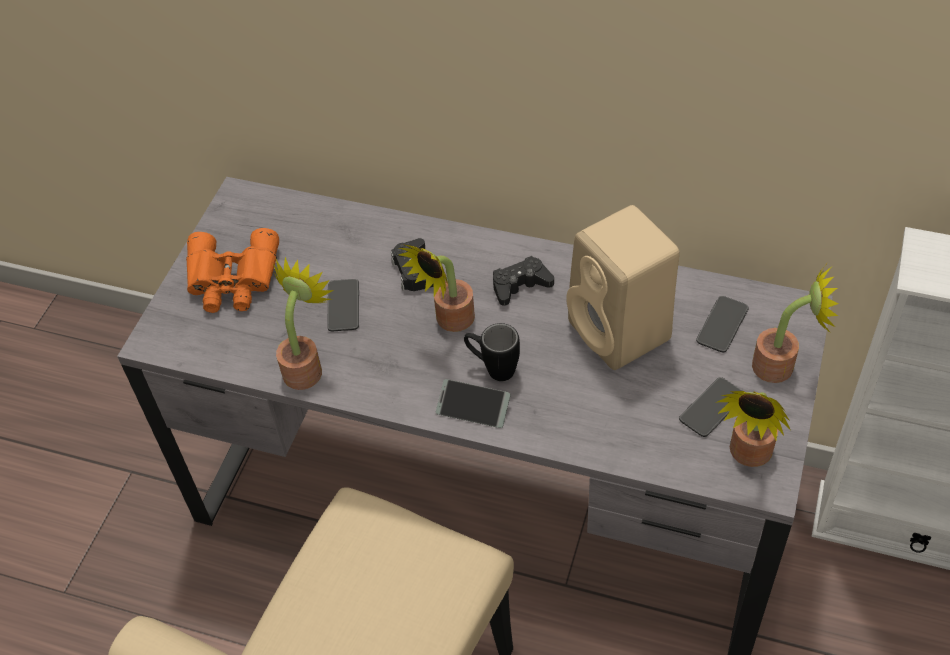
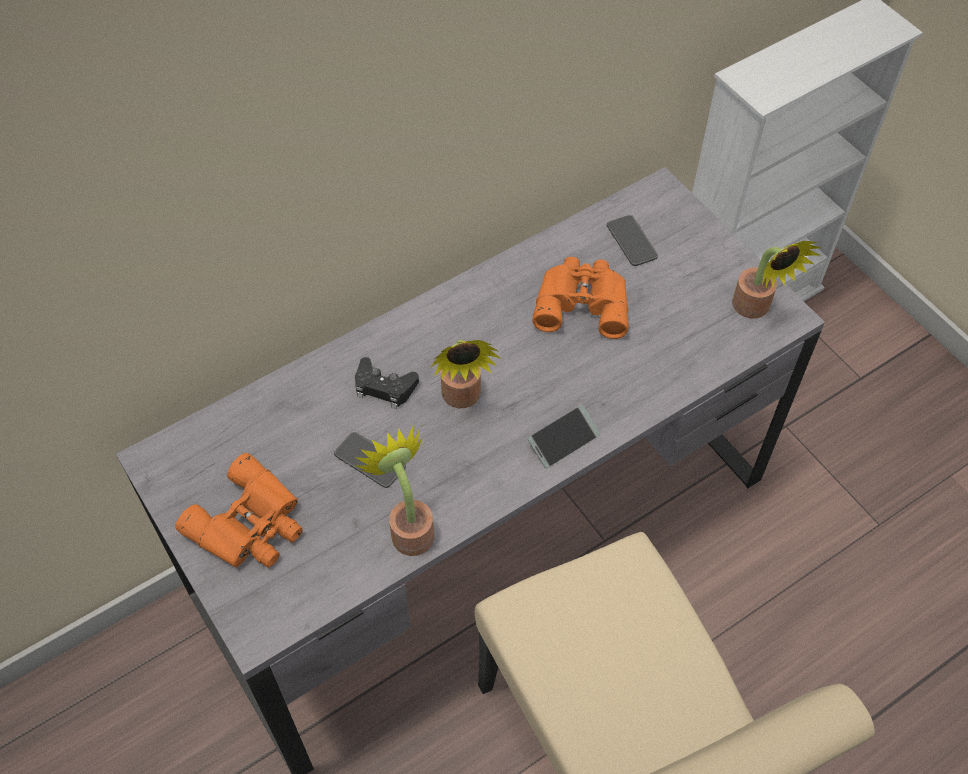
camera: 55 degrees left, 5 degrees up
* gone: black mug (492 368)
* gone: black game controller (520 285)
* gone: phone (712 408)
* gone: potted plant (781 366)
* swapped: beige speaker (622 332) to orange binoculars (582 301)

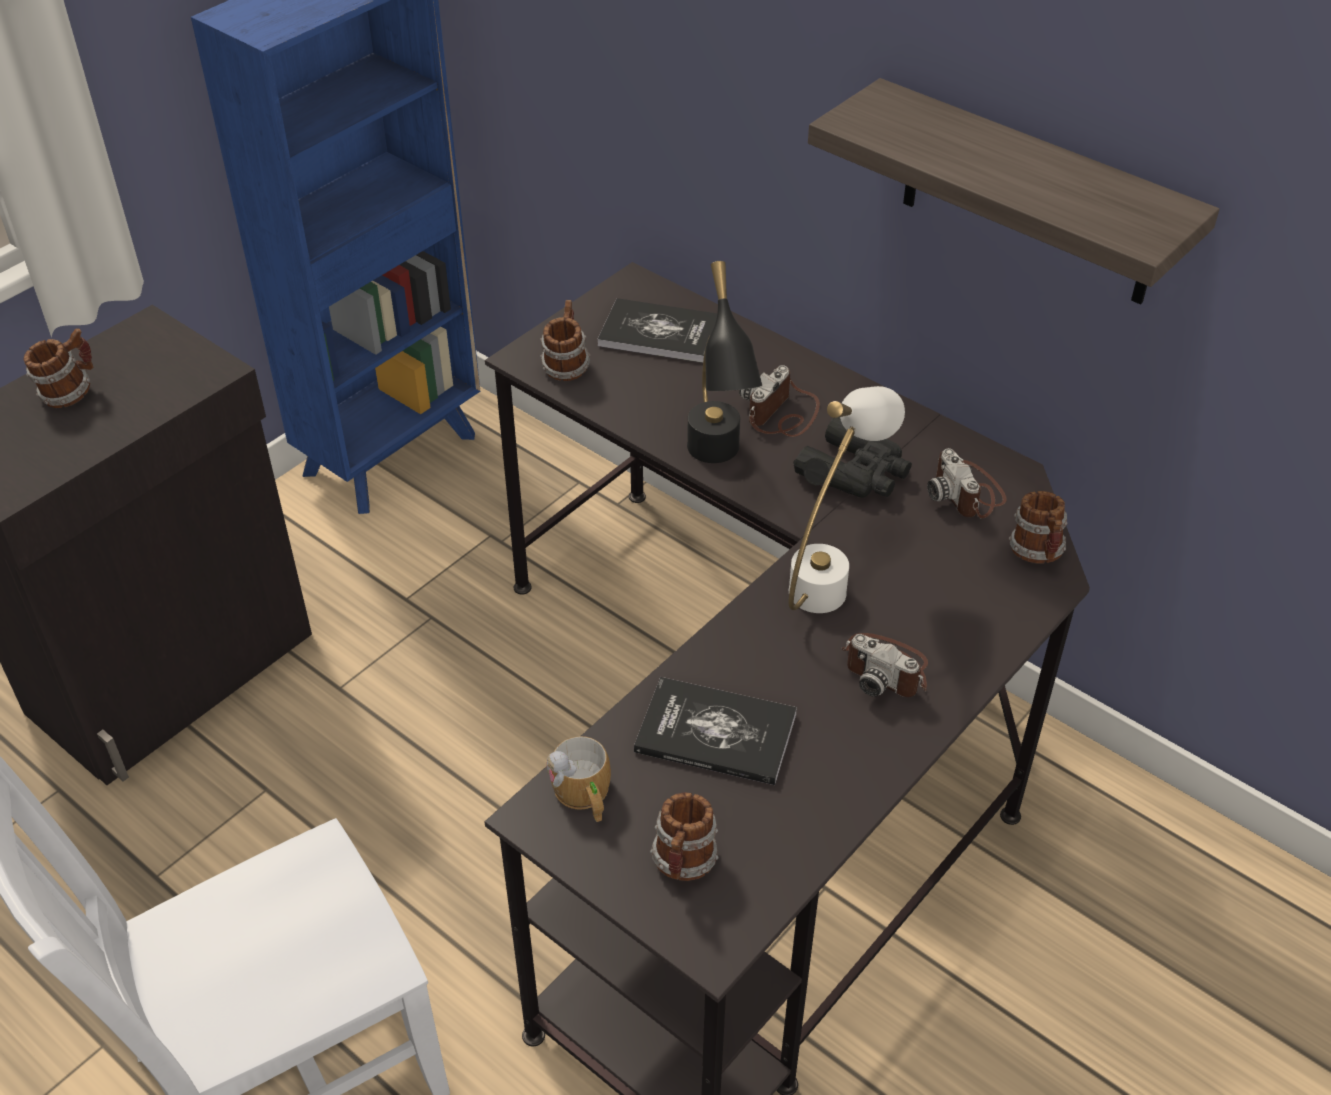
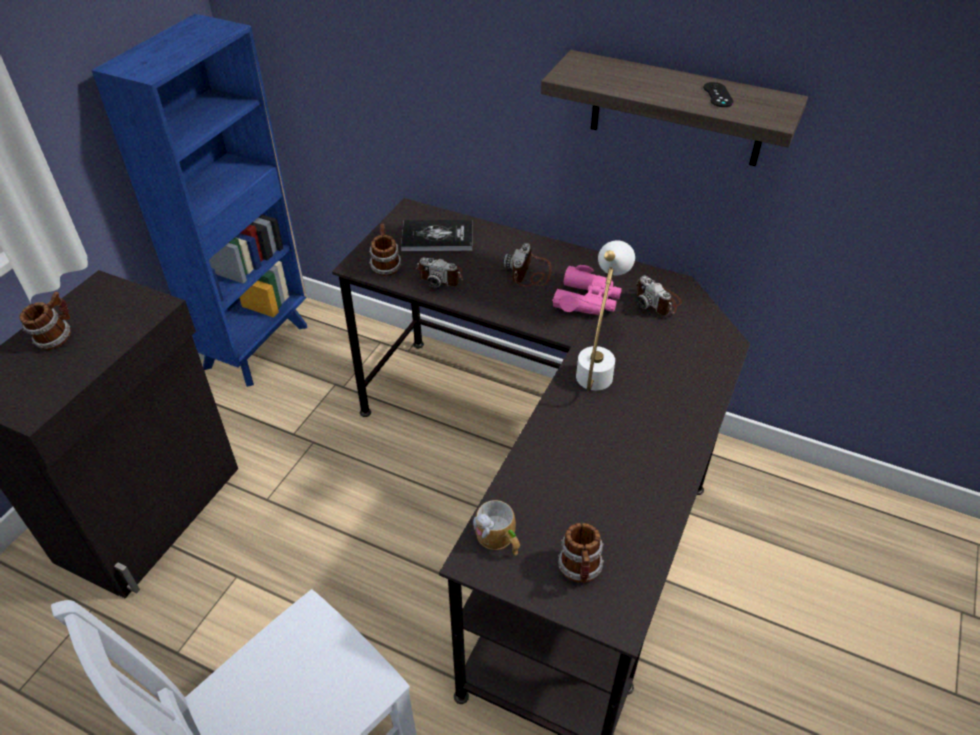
camera: 15 degrees left, 0 degrees up
* gone: book (715 733)
* gone: black table lamp (717 463)
* gone: mug (1037 553)
* new: black game controller (718 95)
* shifted: photo camera (886 669) to (441 276)
* repainted: black binoculars (855 471) to pink binoculars (587 300)

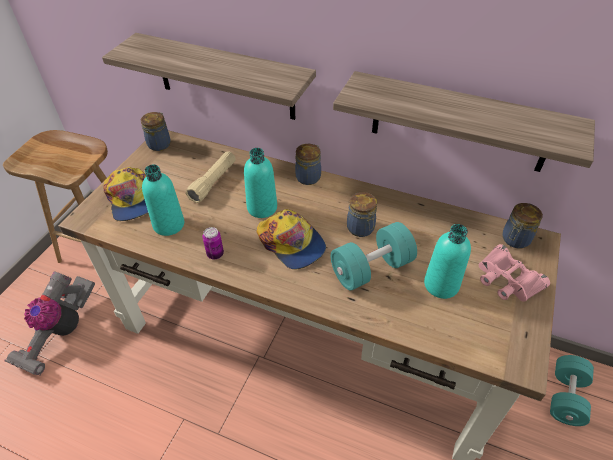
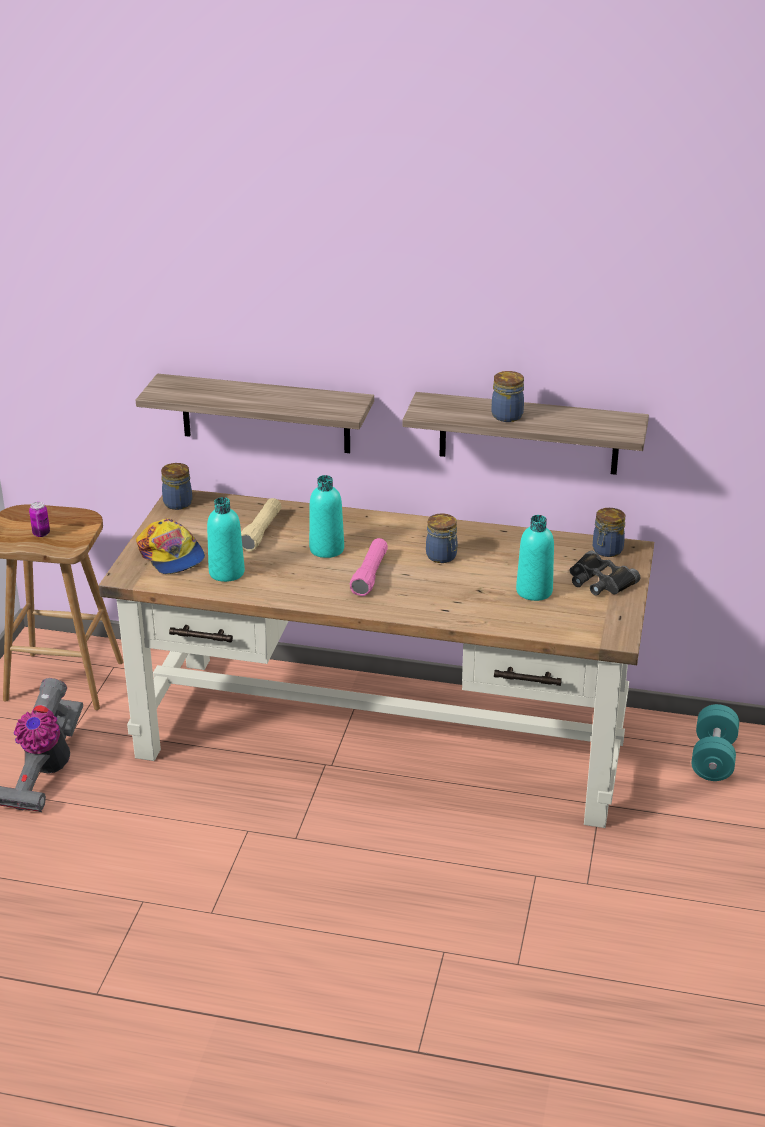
camera: 10 degrees left, 15 degrees down
* gone: turquoise dumbbell (371 268)
* shifted: can (215 254) to (41 533)
* shifted: jar (309 177) to (508 415)
* swapped: cap (291 243) to pink flashlight (370 575)
* repainted: pink binoculars (507 279) to black binoculars (599 581)

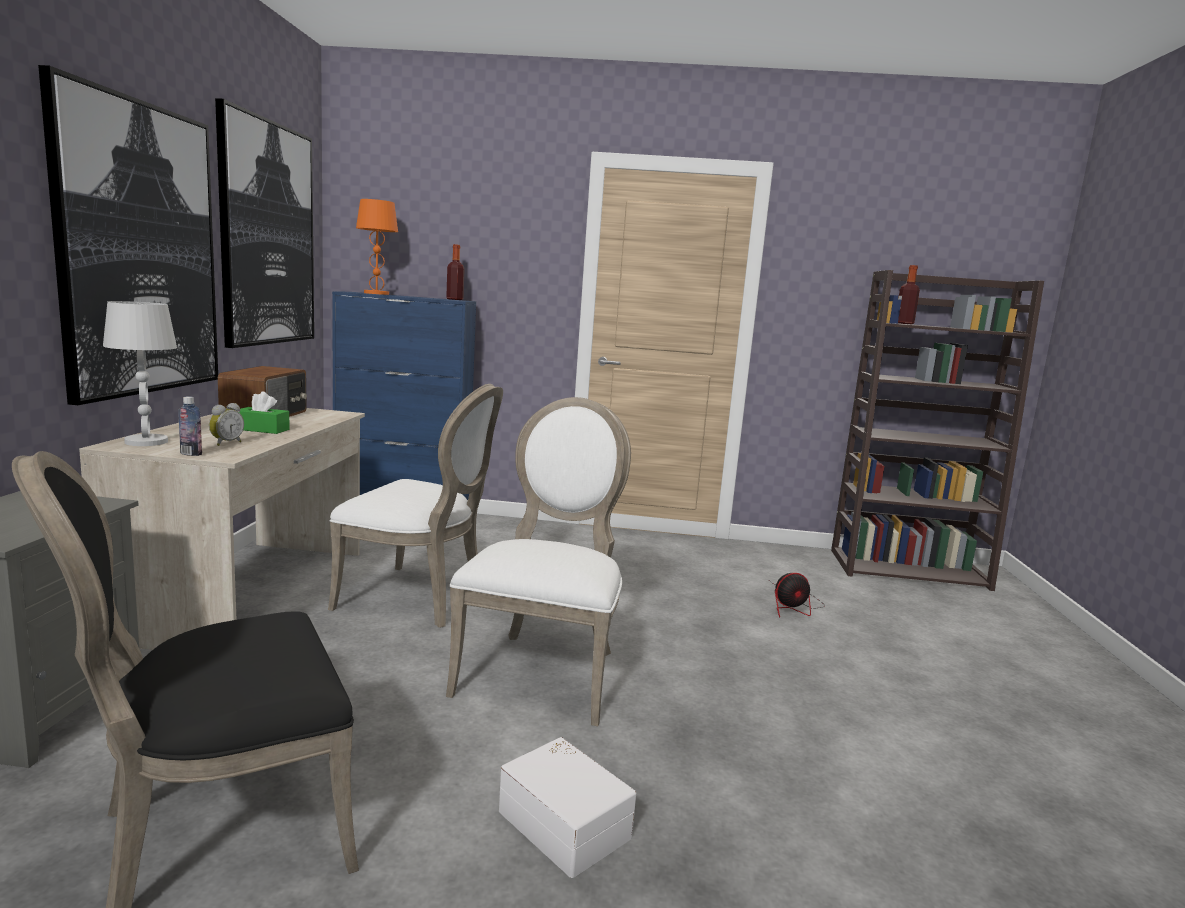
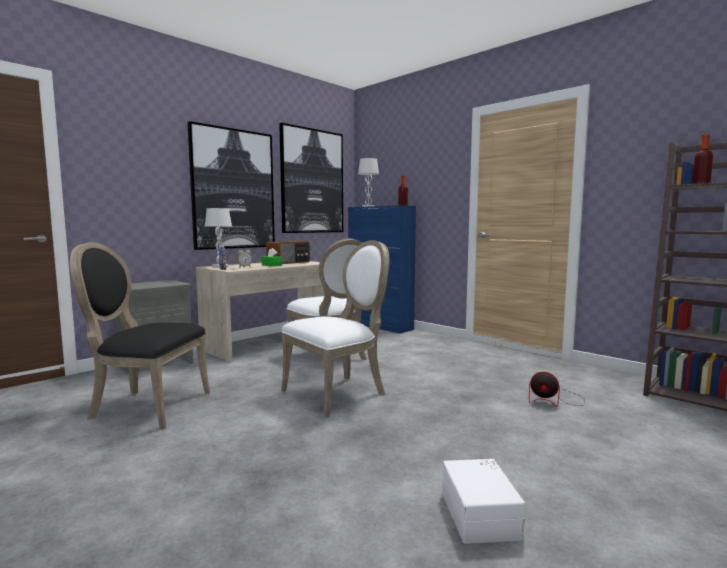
camera: 40 degrees right, 5 degrees down
* shifted: white storage box (566 823) to (481 514)
* repainted: orange table lamp (376 293) to white table lamp (368 206)

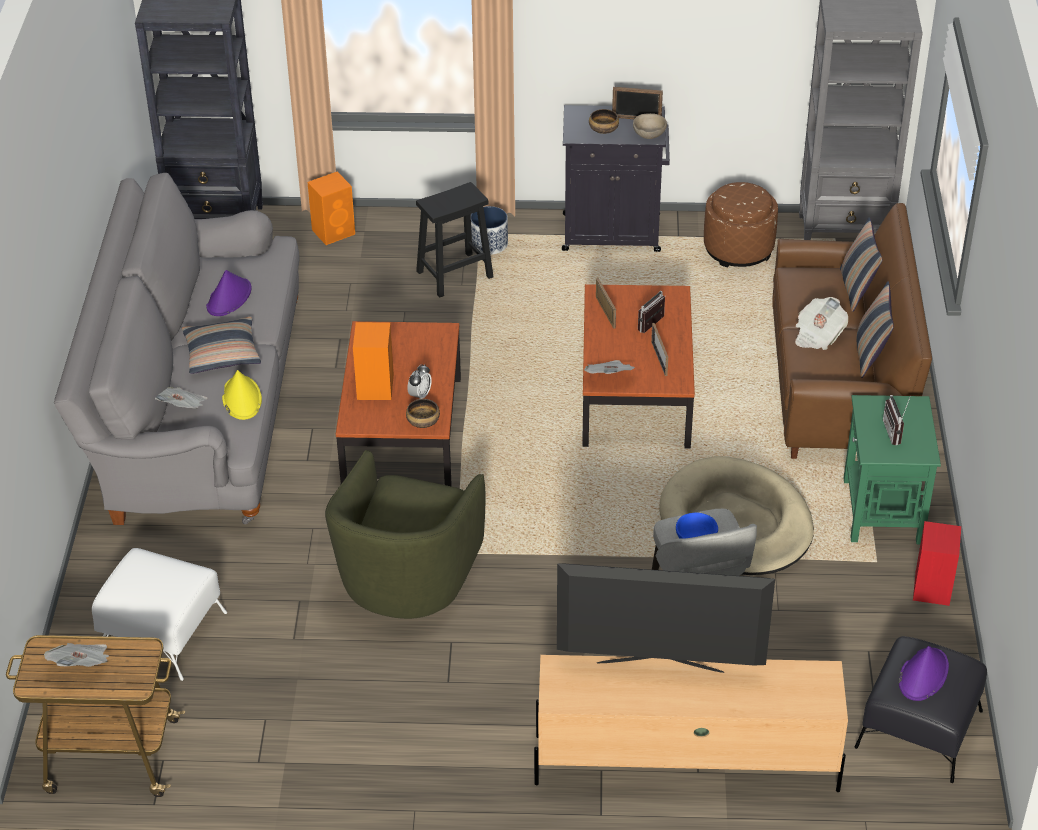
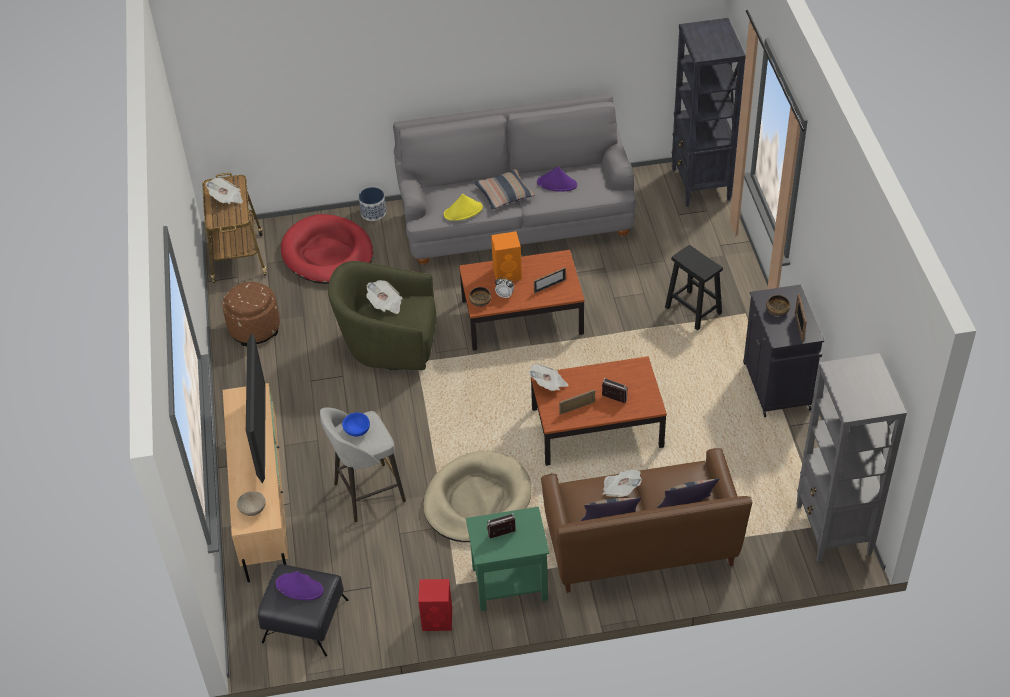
camera: 80 degrees right, 5 degrees up
* gone: orange speaker (334 231)
* shifted: newspaper (181 408) to (385 304)
* shifted: planter (489 244) to (373 213)
* shifted: picture frame (605 312) to (549 286)
* shifted: beige bowl (649 134) to (253 509)
* shifted: brown ottoman (738 249) to (254 328)
* swapped: white ottoman (163 633) to red dog bed (328 254)

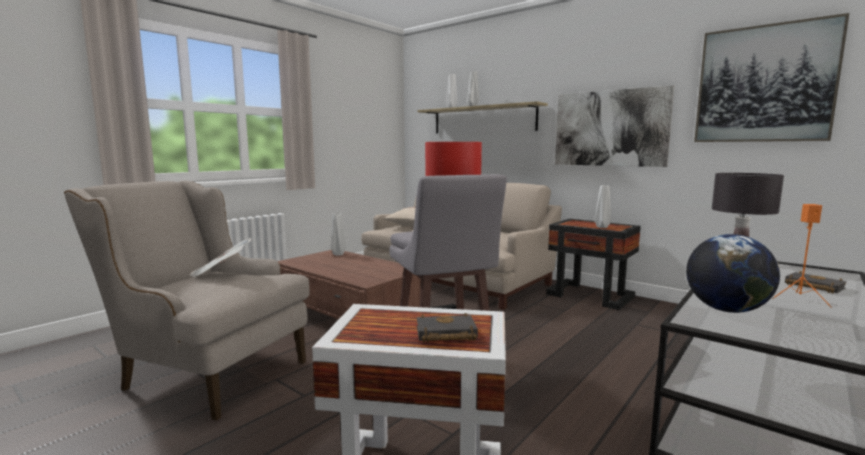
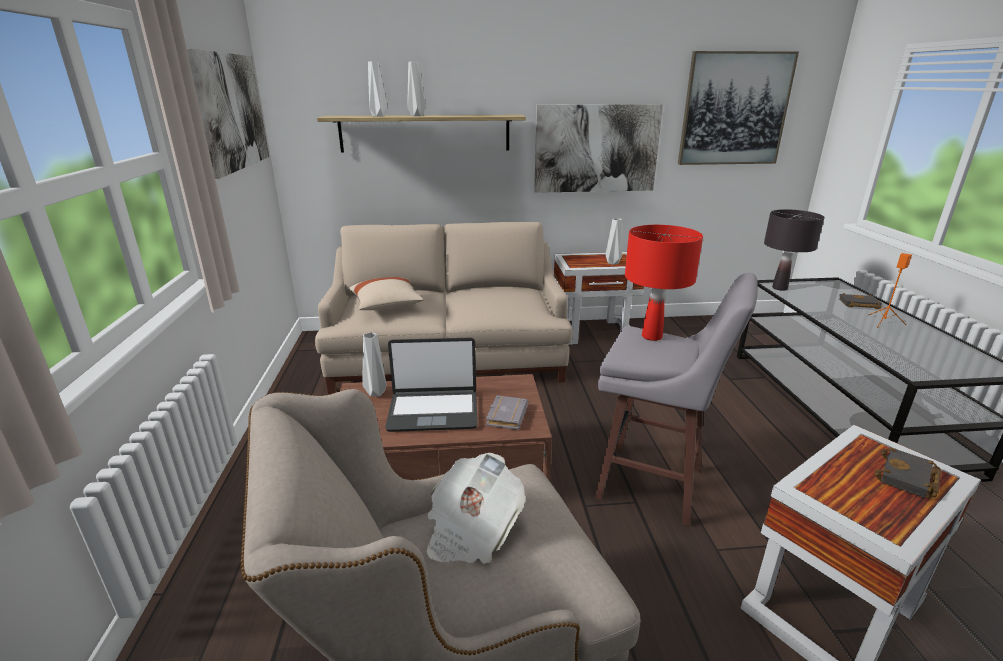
camera: 45 degrees left, 15 degrees up
* gone: globe (726 310)
* new: picture (232 112)
* new: laptop (433 411)
* new: grey book (506 415)
* repainted: black side table (591 295) to white side table (594 332)

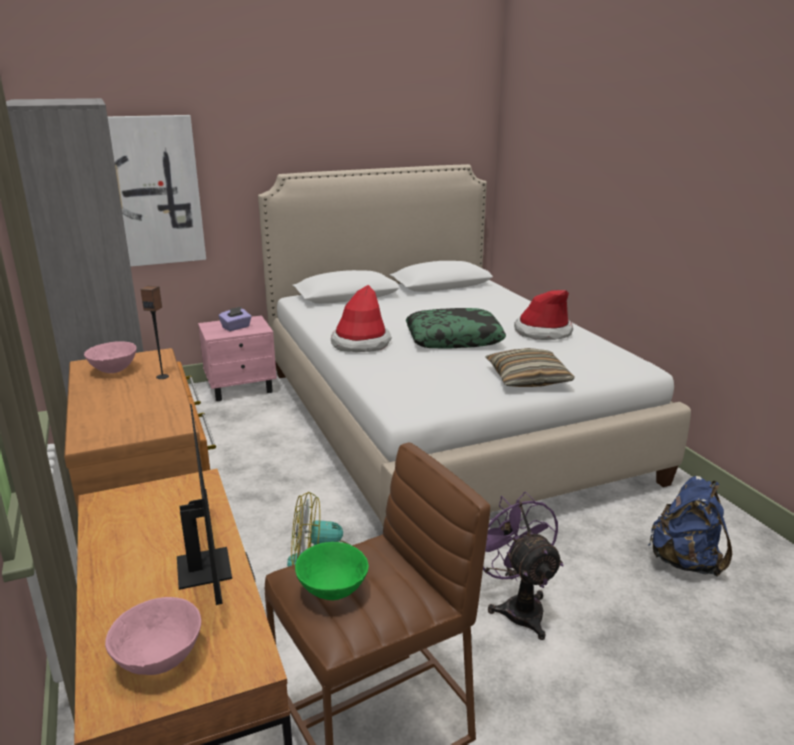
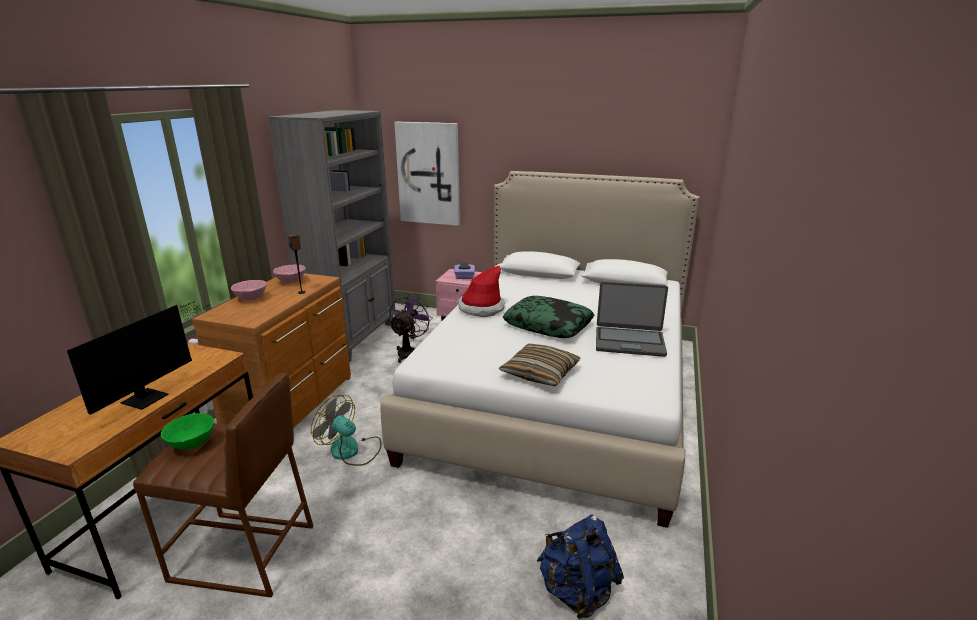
camera: 40 degrees right, 0 degrees up
* shifted: pink bowl (158 659) to (251 299)
* shifted: purple fan (517 607) to (409 352)
* swapped: hat (543 332) to laptop (629 342)

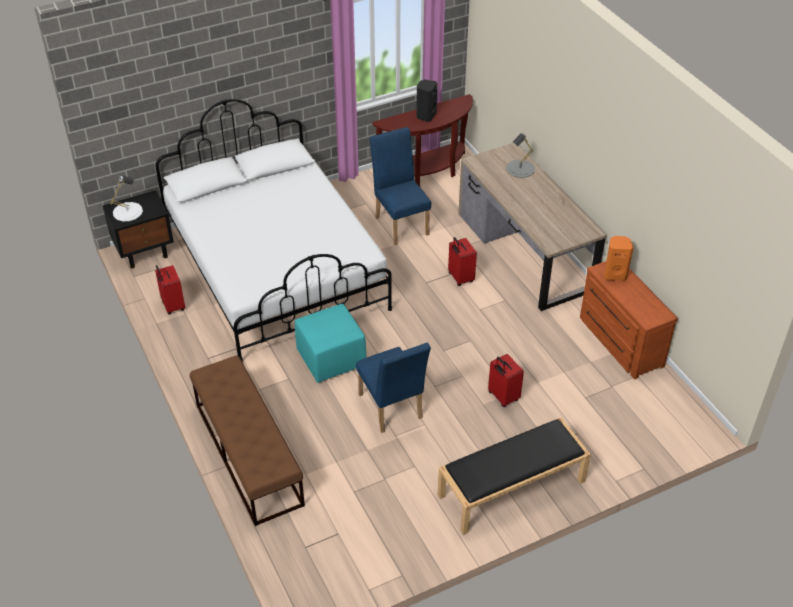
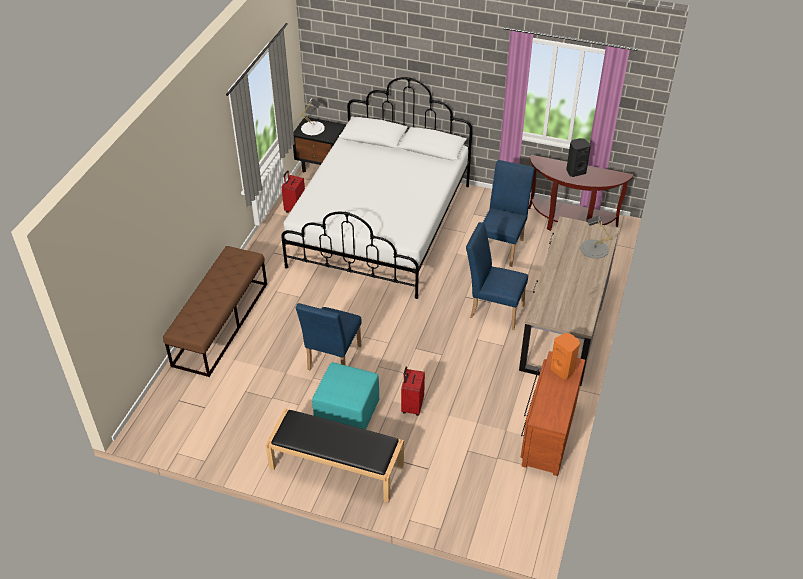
camera: 45 degrees right, 0 degrees up
* shifted: turquoise ottoman (332 358) to (348 413)
* swapped: red suitcase (460 278) to blue chair (493 309)

